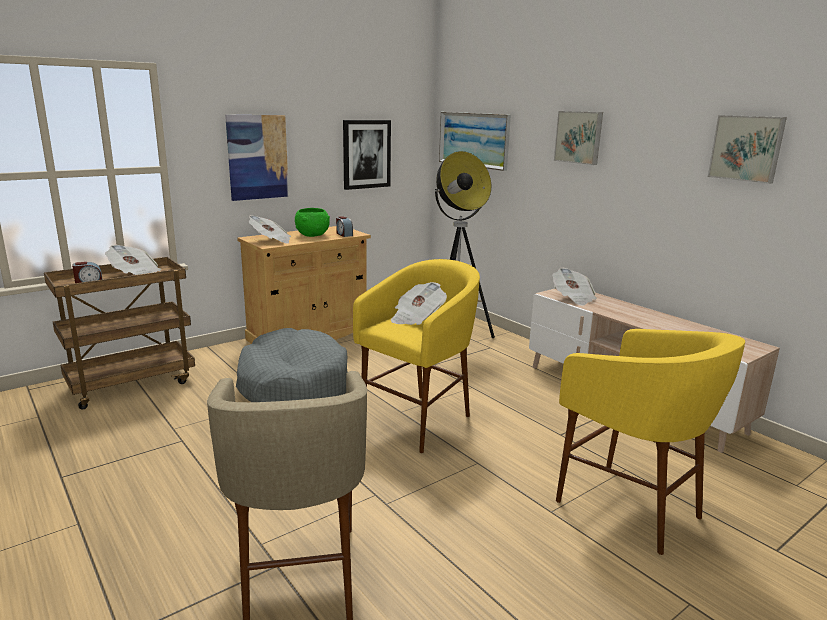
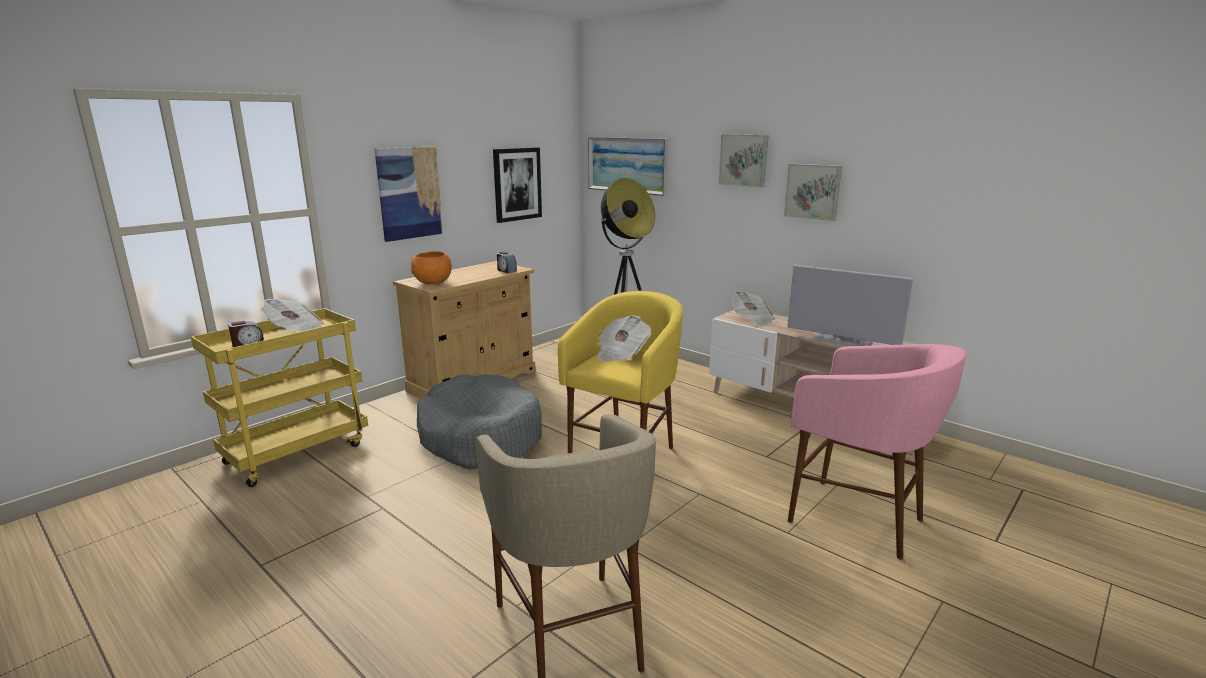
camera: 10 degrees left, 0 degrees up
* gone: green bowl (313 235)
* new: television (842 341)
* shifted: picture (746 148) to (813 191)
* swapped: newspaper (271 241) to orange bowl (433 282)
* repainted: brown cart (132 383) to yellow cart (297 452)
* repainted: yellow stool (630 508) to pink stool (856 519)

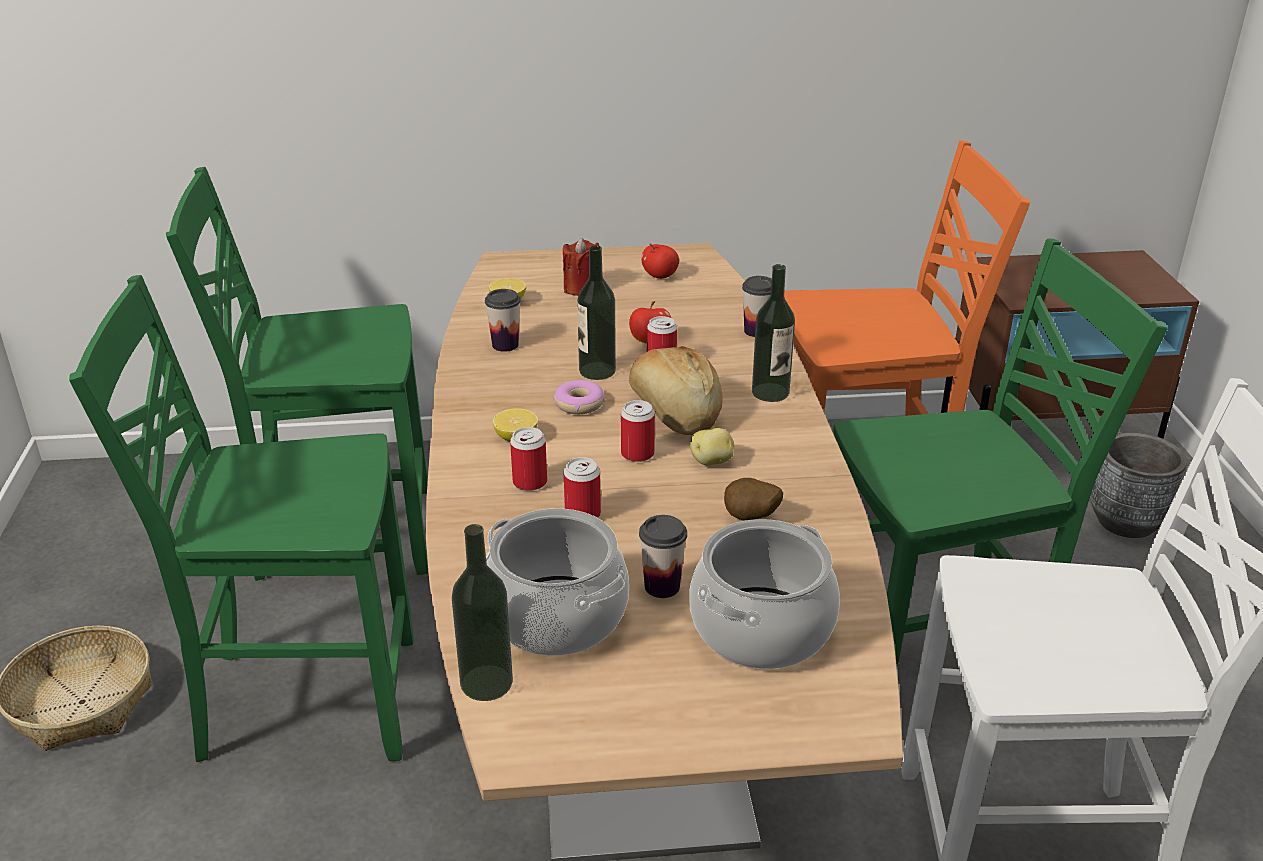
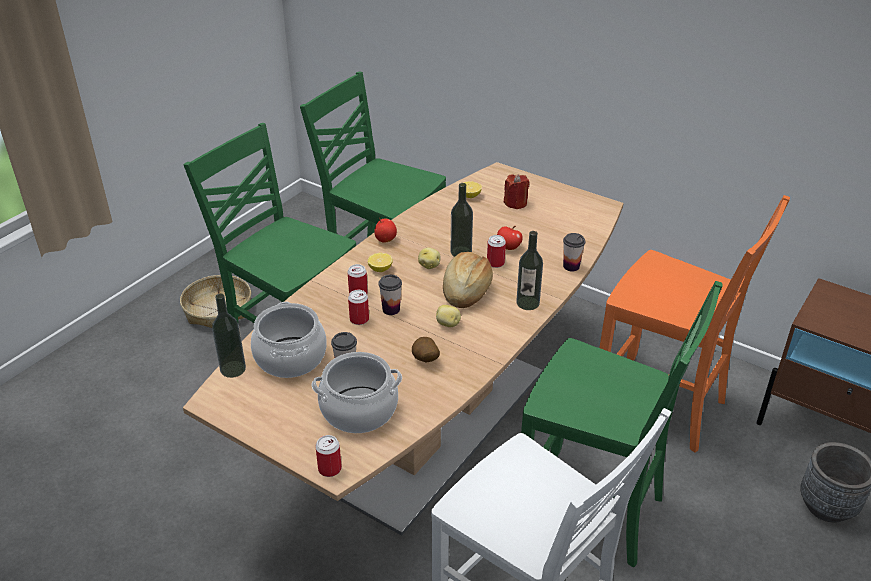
camera: 40 degrees right, 5 degrees up
* shifted: cup (505 345) to (391 309)
* shifted: can (637 454) to (329 469)
* shifted: apple (660 276) to (385 240)
* swapped: donut (579 404) to potato (429 265)

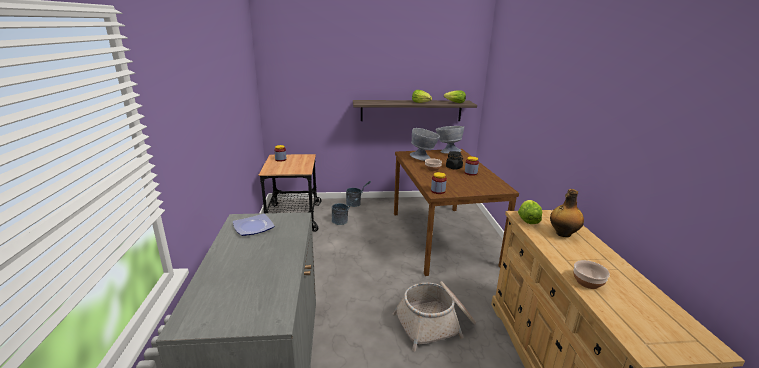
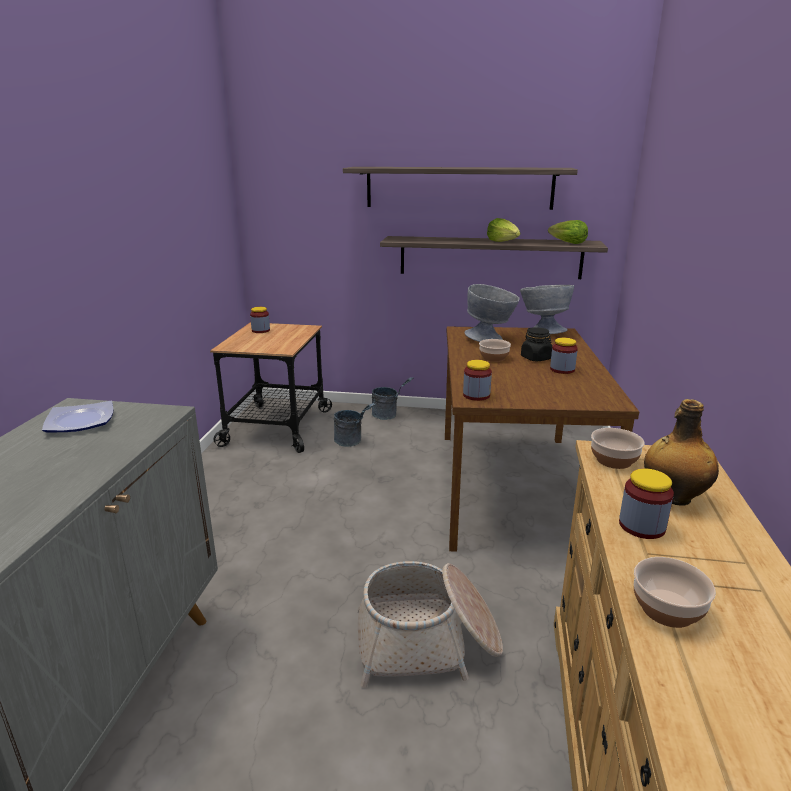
camera: 15 degrees right, 0 degrees up
* new: shelf (458 187)
* new: jar (642 526)
* swapped: lettuce (528 219) to bowl (613 460)

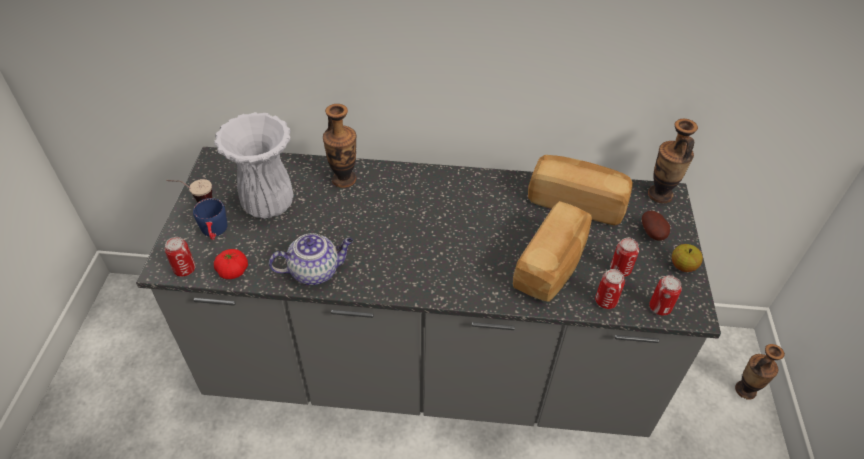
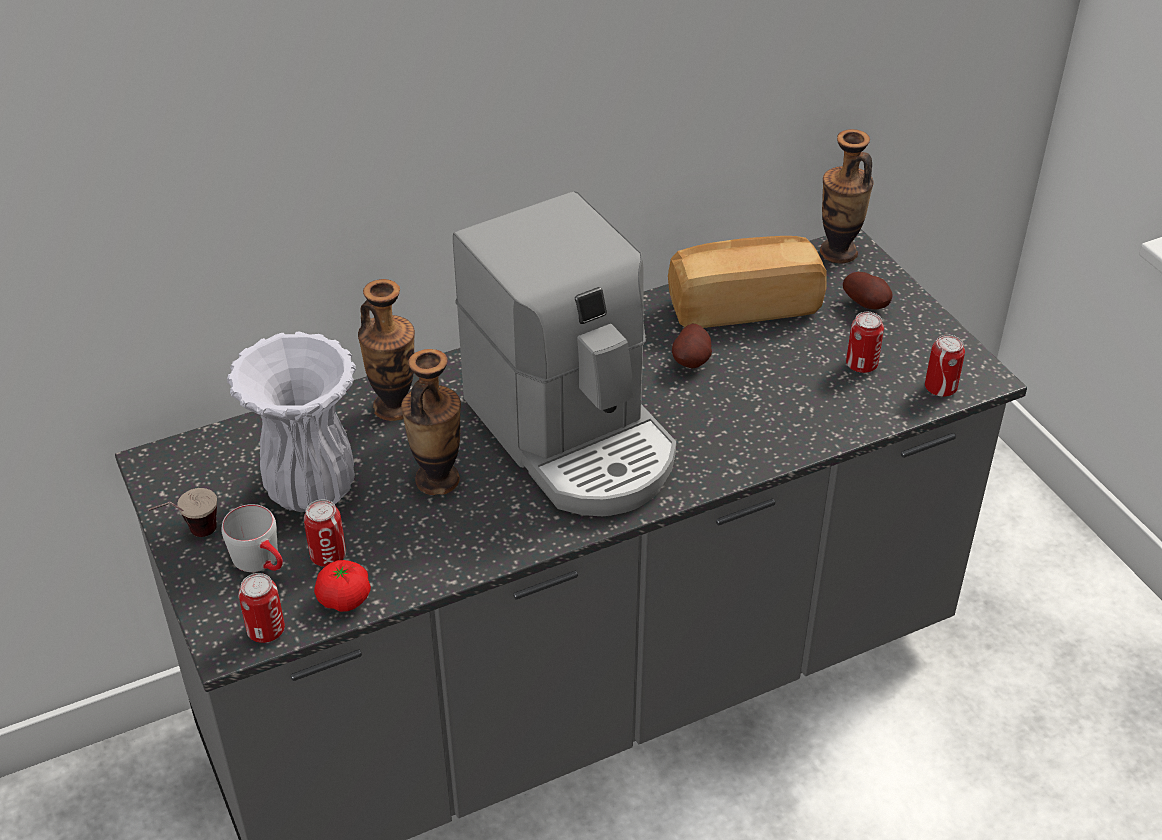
camera: 30 degrees left, 5 degrees down
* gone: teapot (315 271)
* gone: bread (552 266)
* gone: apple (682 266)
* new: coffee machine (574 436)
* new: potato (692 362)
* shifted: can (605 301) to (328 556)
* shifted: vase (745 390) to (437 480)
* repainted: blue mug (215 232) to grey mug (262 561)

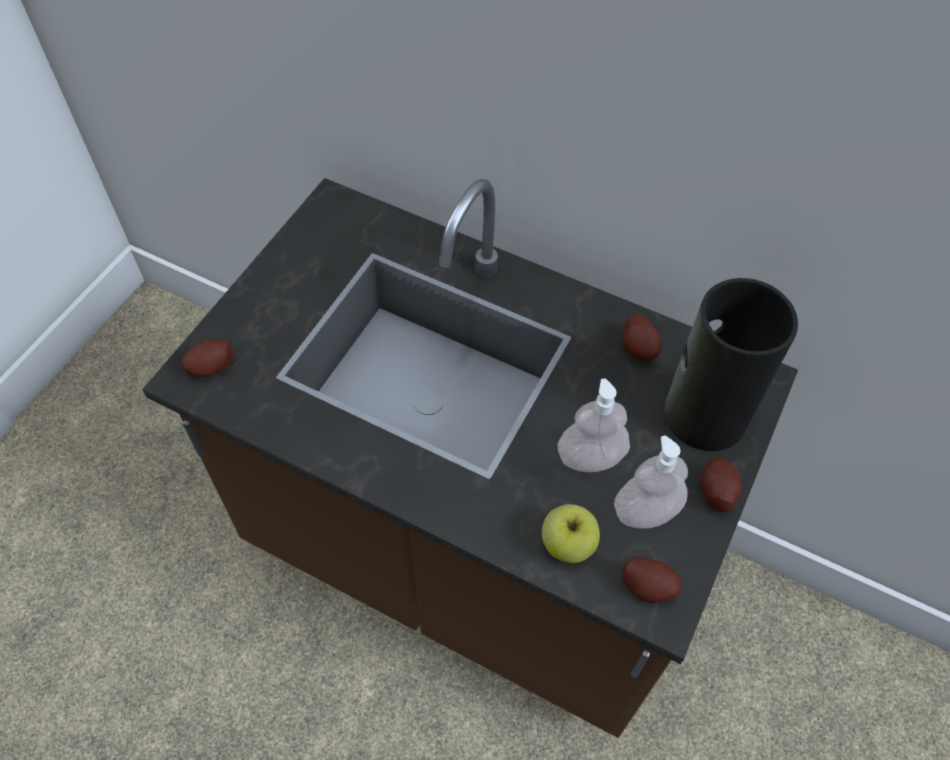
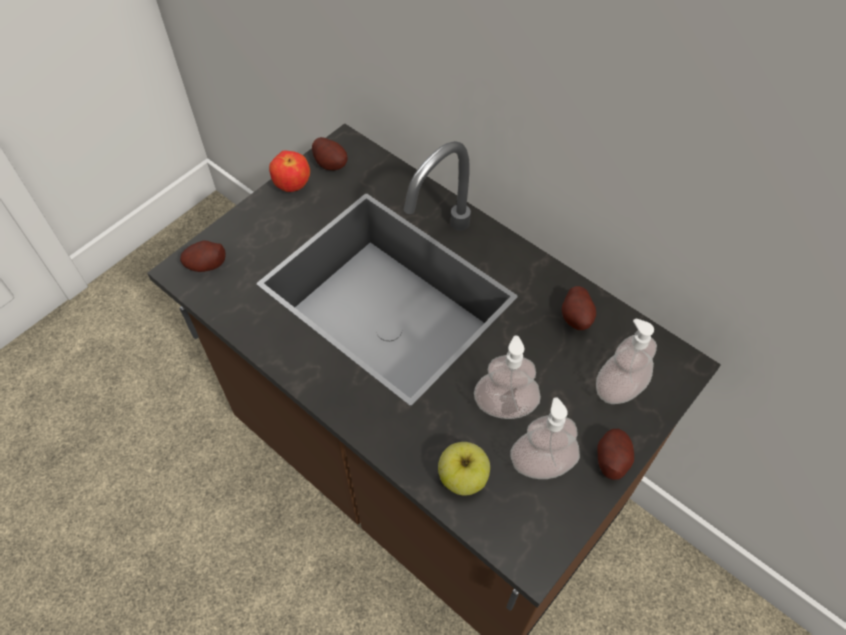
camera: 15 degrees right, 0 degrees up
* new: apple (293 186)
* shifted: potato (648 586) to (331 163)
* swapped: vase (703 414) to soap dispenser (619 387)

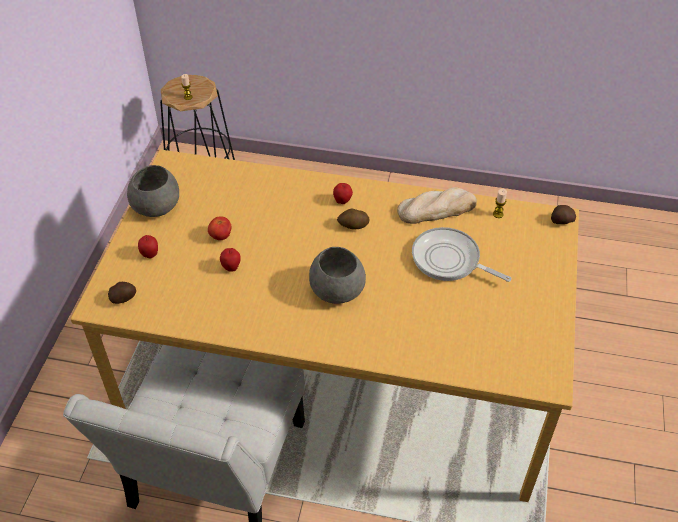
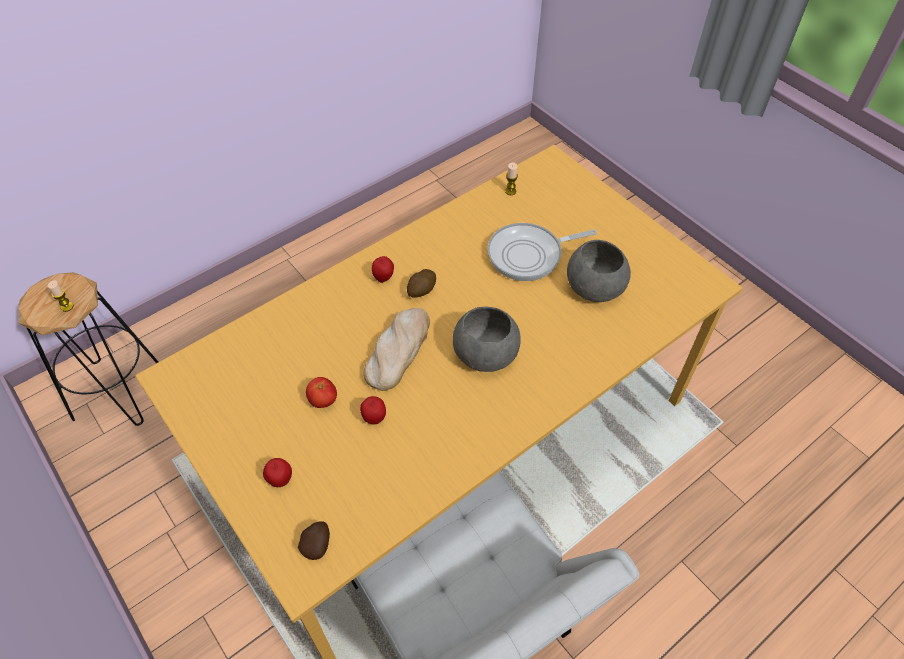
camera: 50 degrees left, 5 degrees up
* gone: potato (561 221)
* shifted: grey bowl (156 205) to (593 286)
* shifted: bread (436 209) to (398 350)

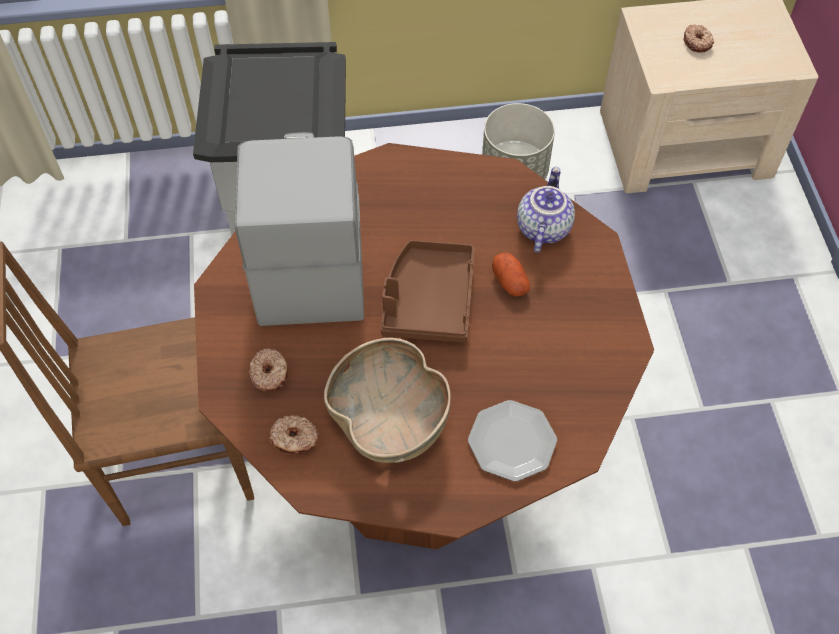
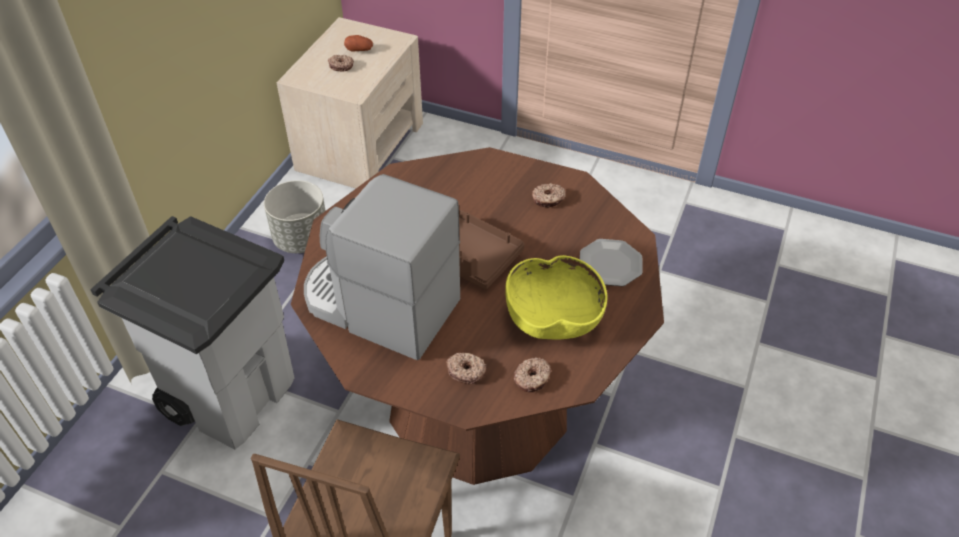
camera: 60 degrees left, 10 degrees down
* gone: teapot (542 228)
* new: donut (548 199)
* shifted: potato (510 282) to (359 49)
* repainted: brown bowl (390 420) to yellow bowl (553 318)

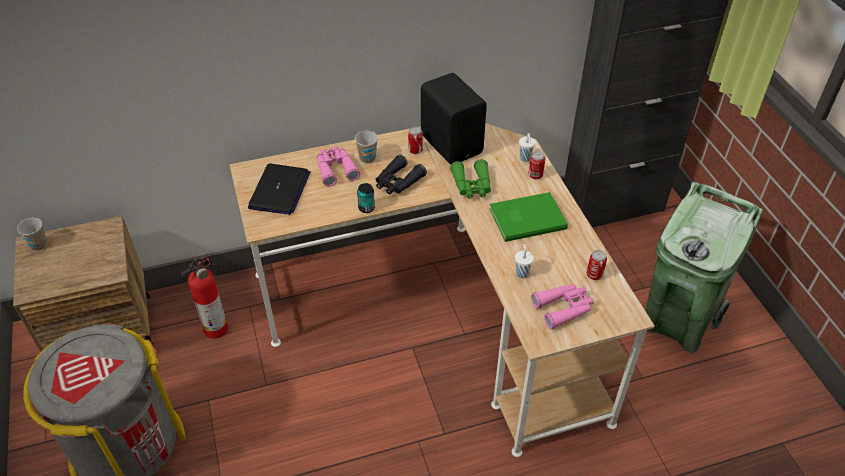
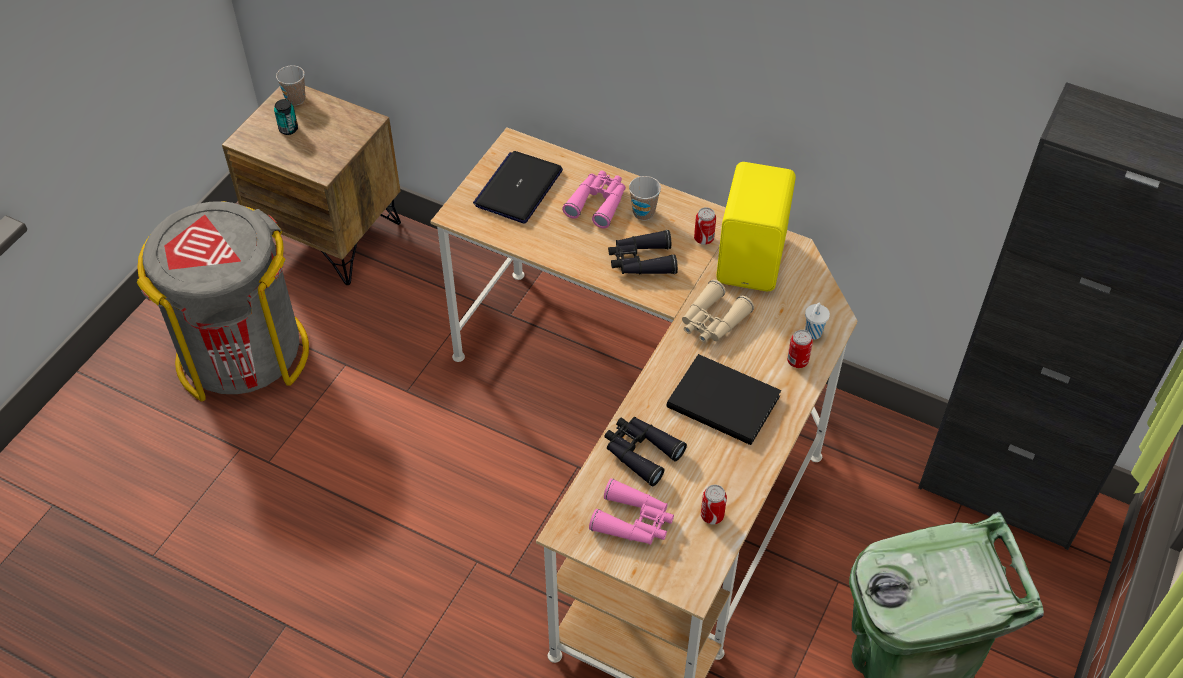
camera: 45 degrees right, 5 degrees up
* gone: fire extinguisher (217 328)
* shifted: can (366 208) to (288 129)
* swapped: white cup (522 273) to black binoculars (640 452)
* repainted: black speaker (452 143) to yellow speaker (753 258)
* repainted: green binoculars (472 185) to beige binoculars (712 321)
* repainted: green book (526 218) to black book (723 399)
* rotated: laptop (279 190) = (518 188) 150 degrees clockwise

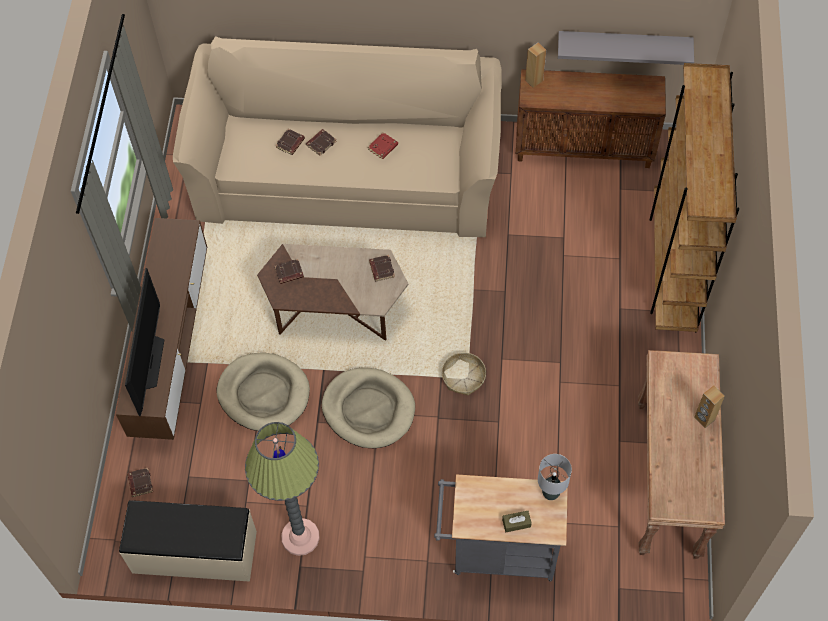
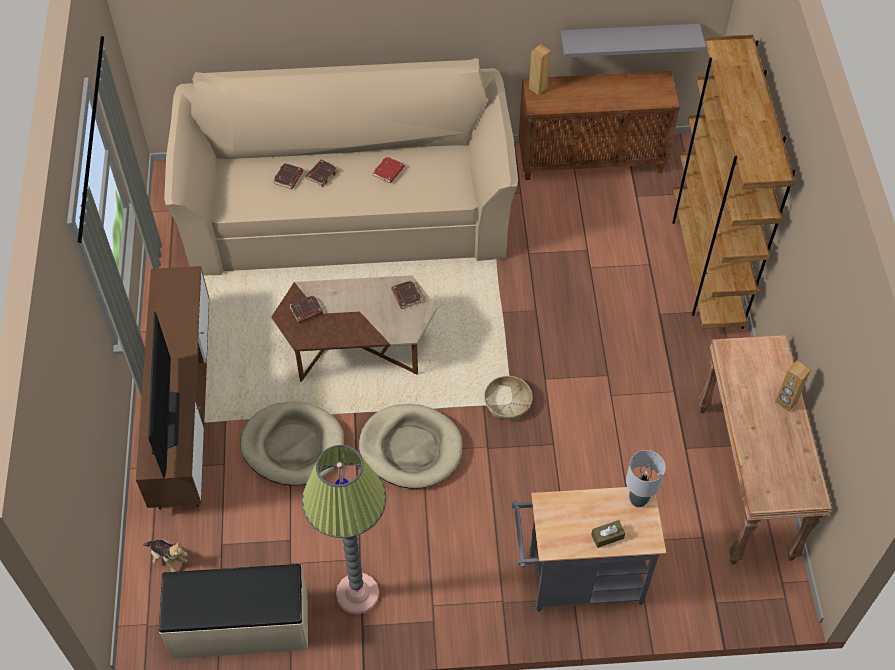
camera: 10 degrees left, 5 degrees down
* swapped: brown book (140 483) to plush toy (168 558)

